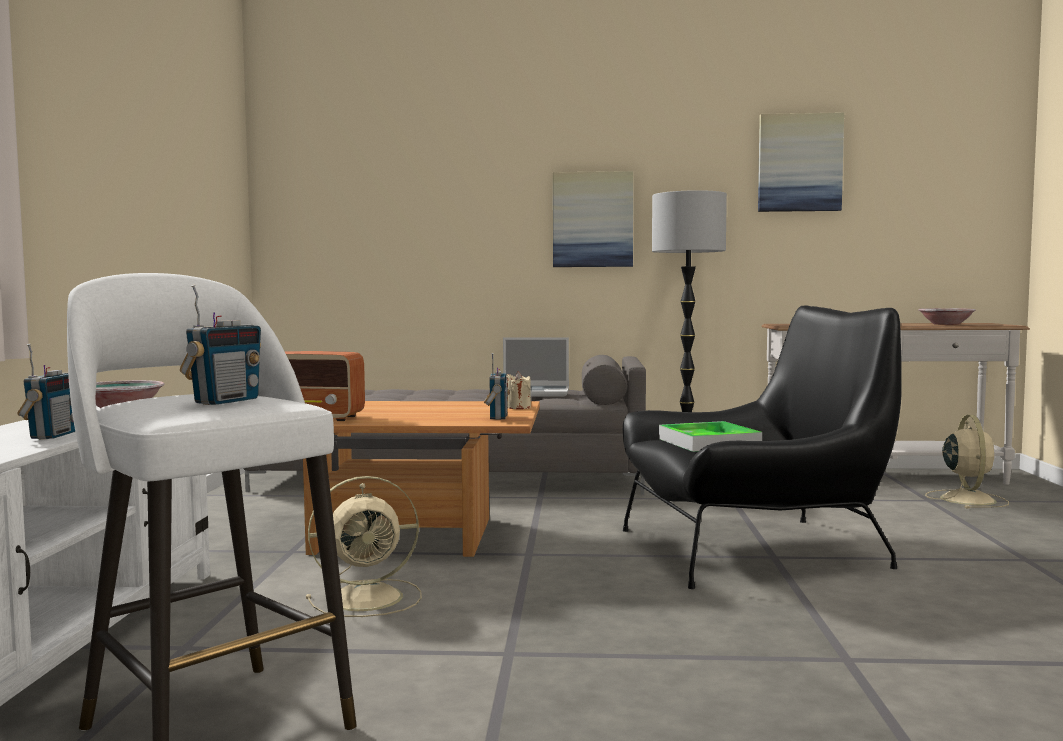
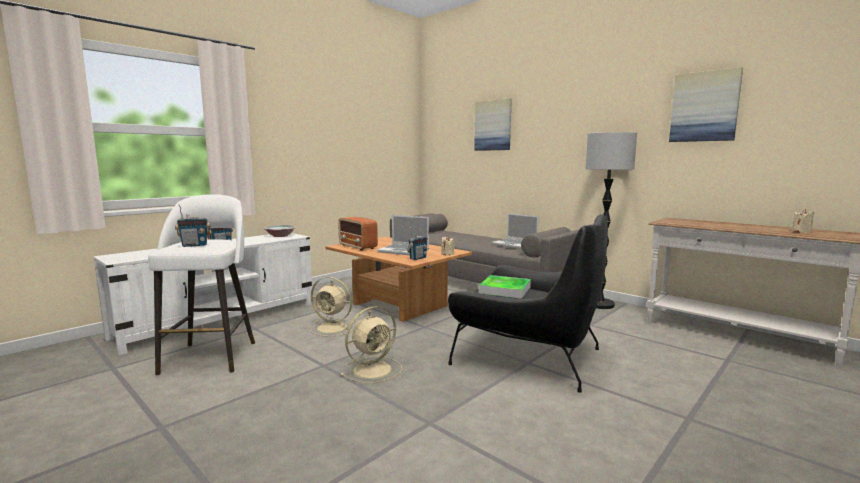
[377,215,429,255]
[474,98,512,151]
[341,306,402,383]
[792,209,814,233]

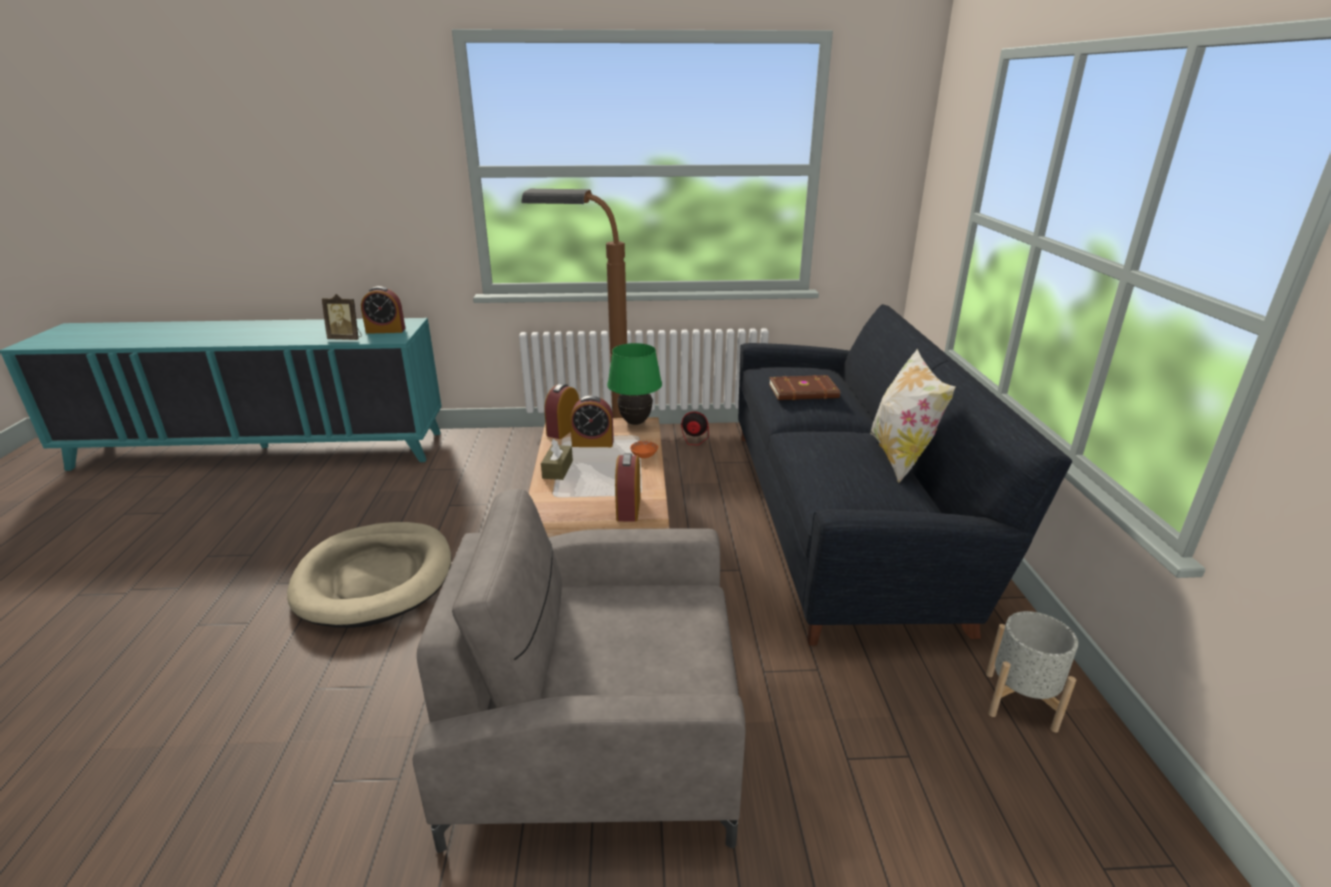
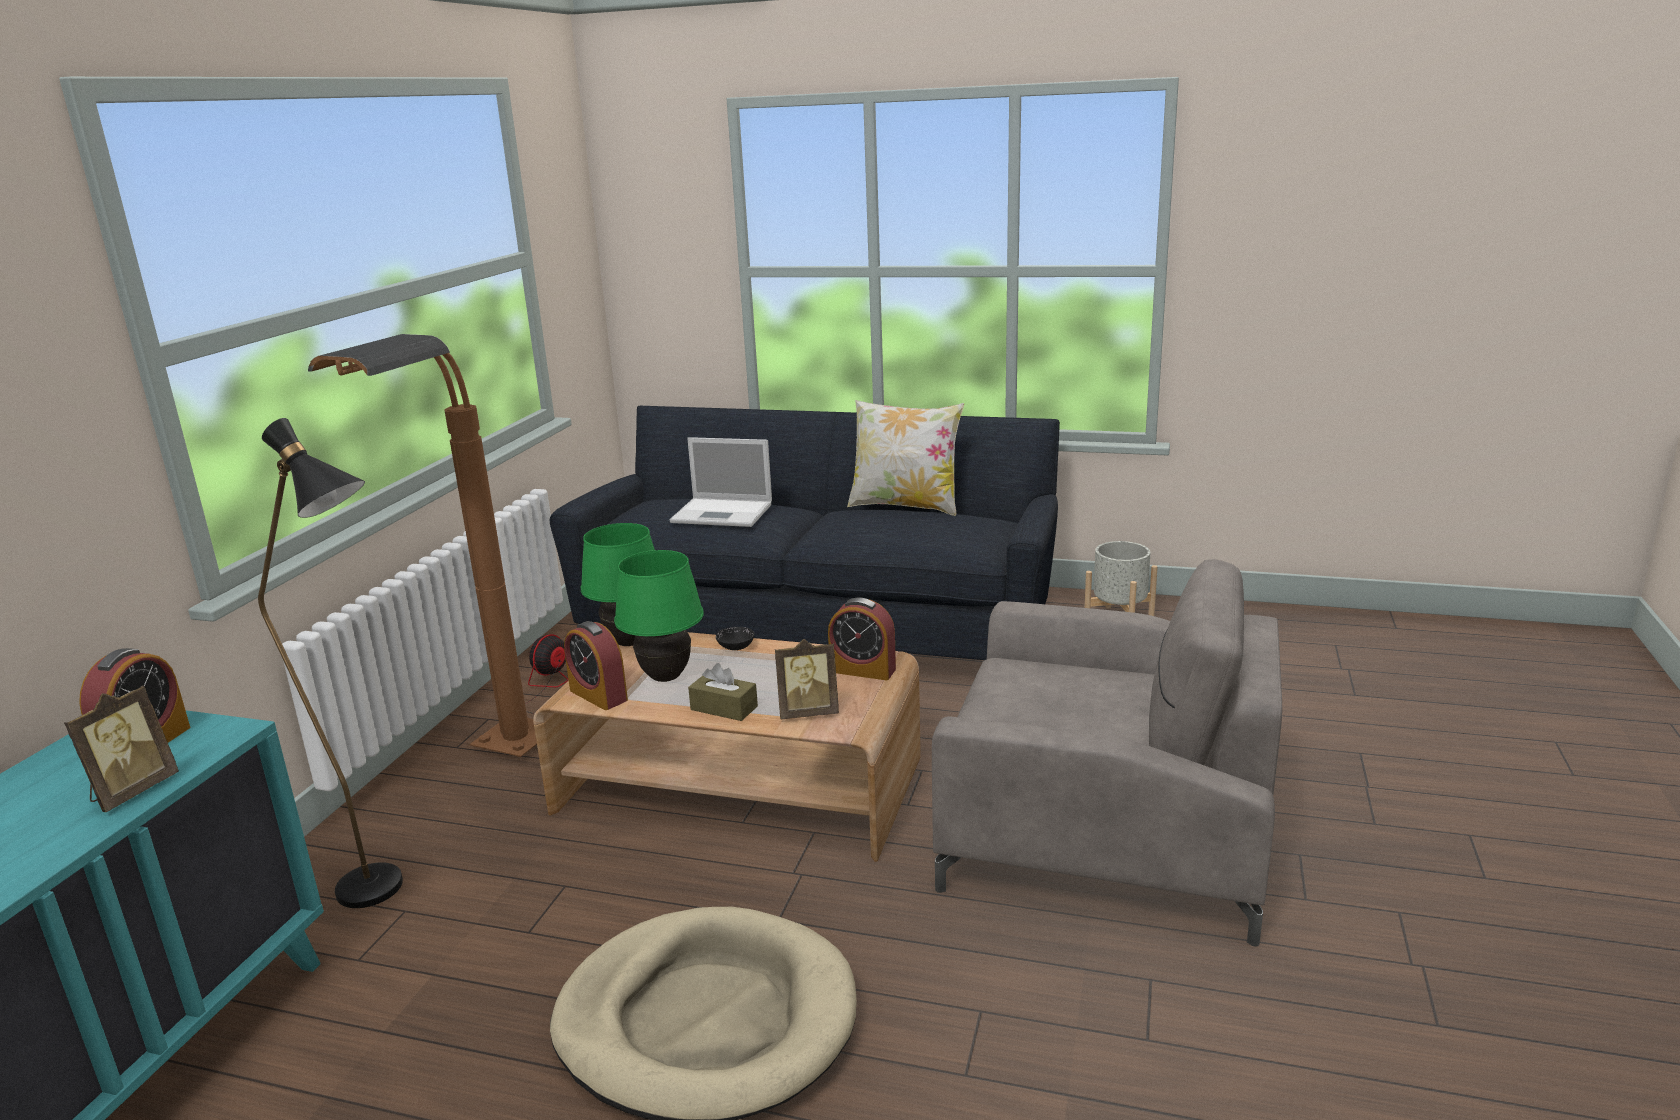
[258,418,403,908]
[775,639,839,719]
[614,550,704,682]
[670,437,772,527]
[716,627,754,650]
[932,559,1282,947]

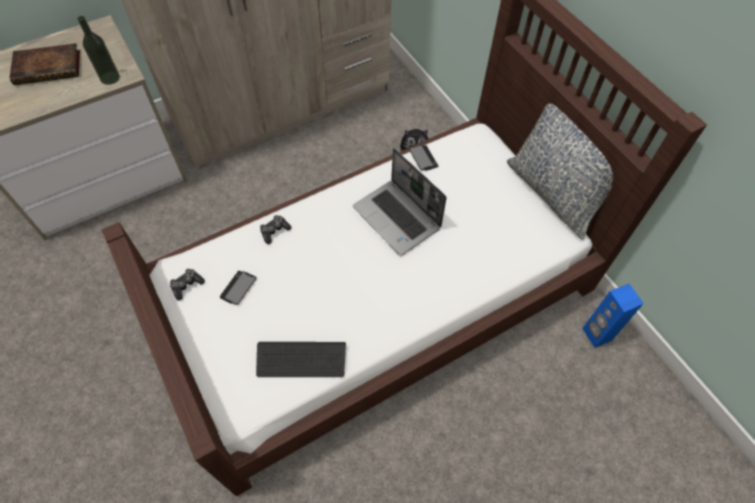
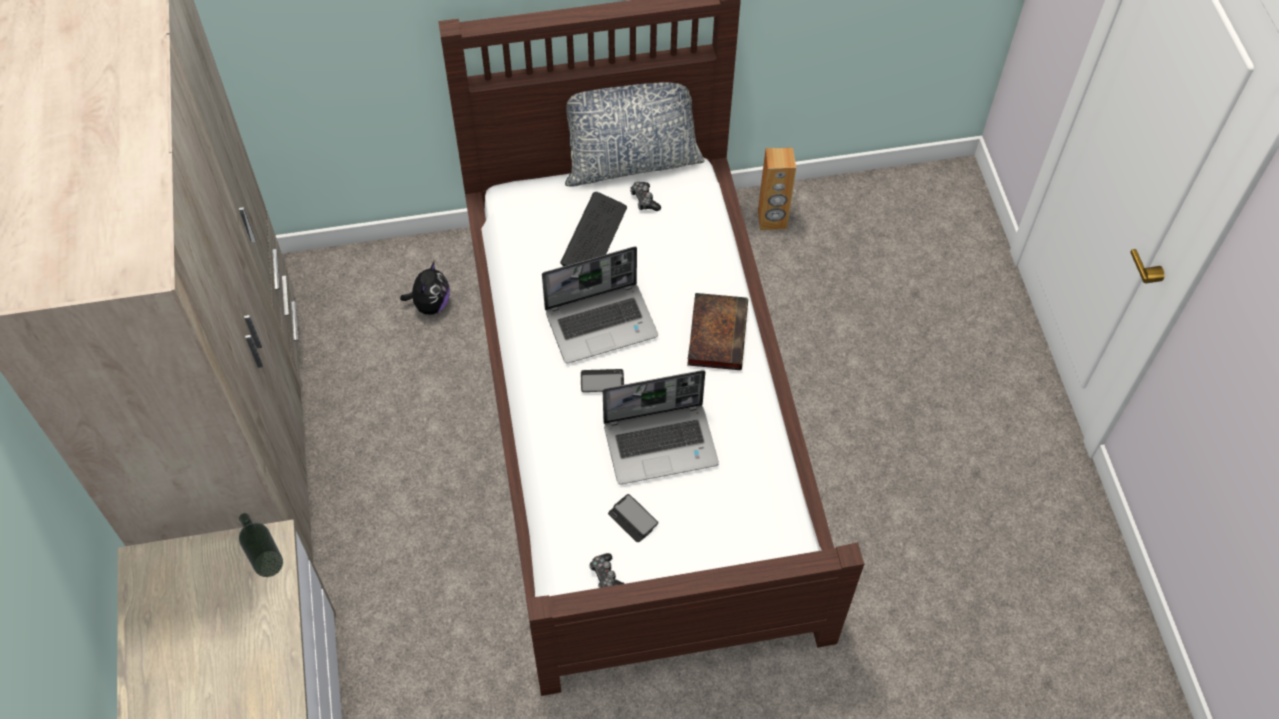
[603,370,719,484]
[687,293,748,370]
[560,192,627,266]
[630,182,661,211]
[581,369,624,392]
[758,147,796,230]

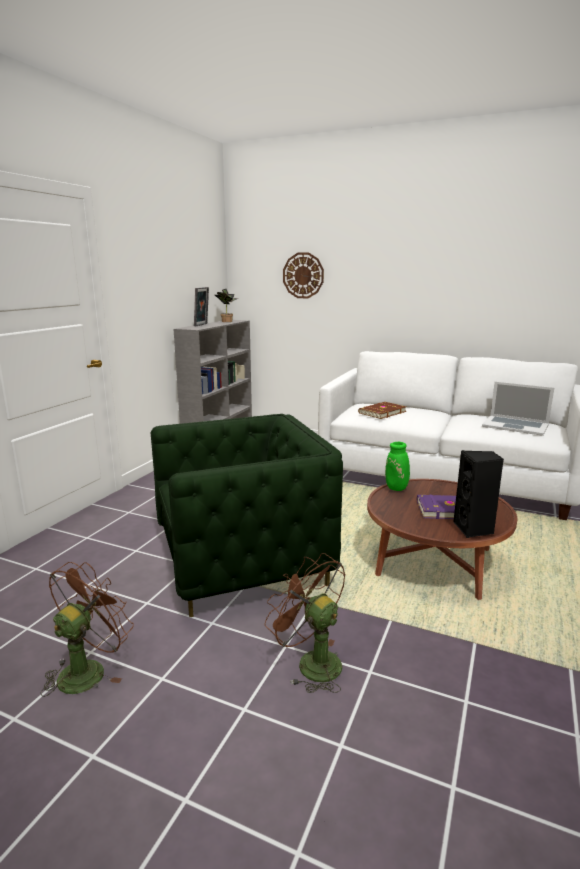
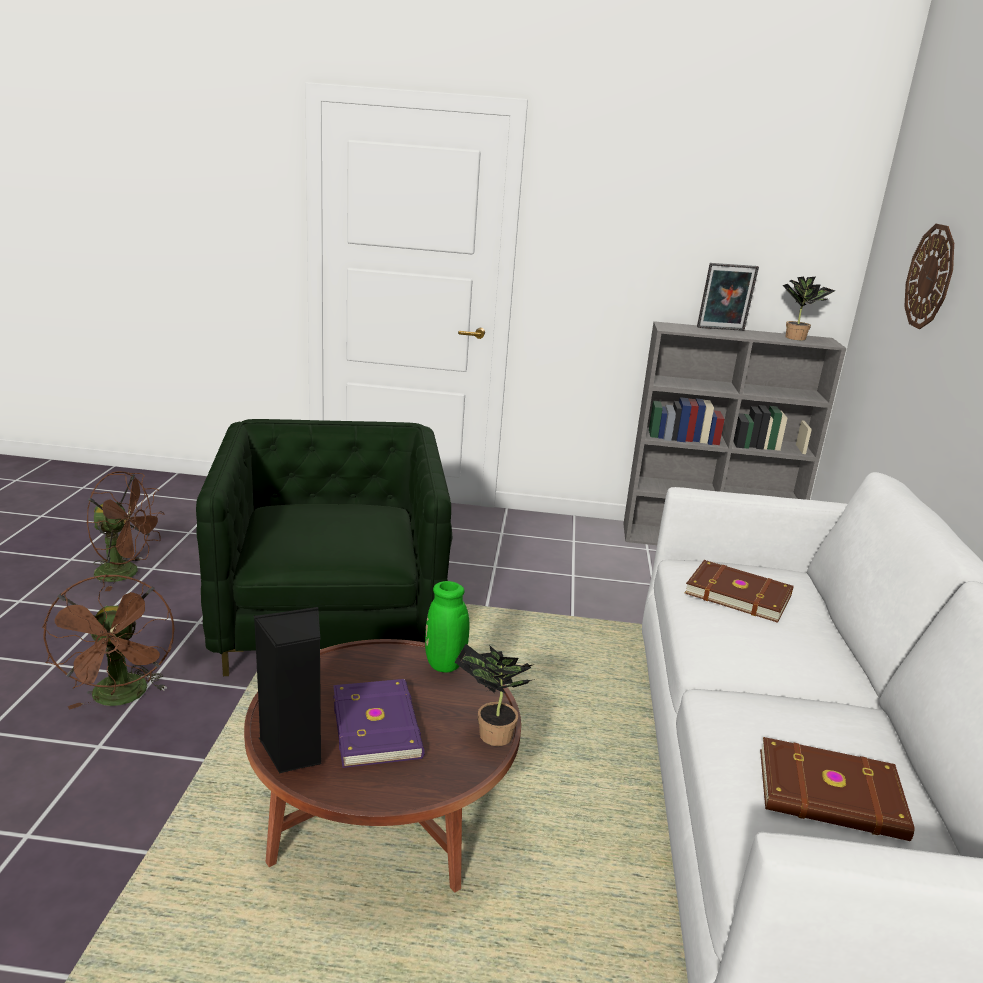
[455,644,535,746]
[760,737,915,841]
[196,419,453,676]
[42,574,175,710]

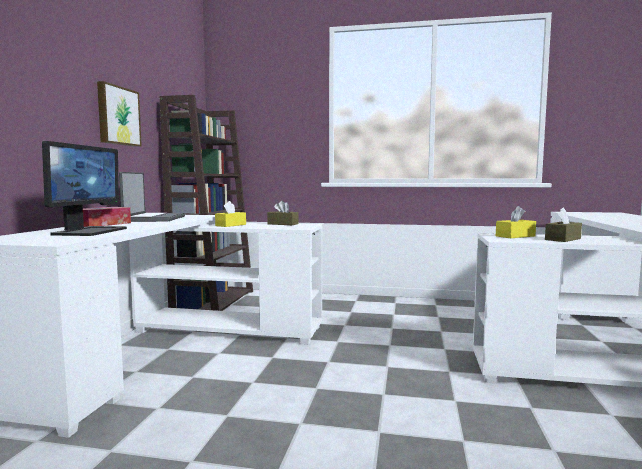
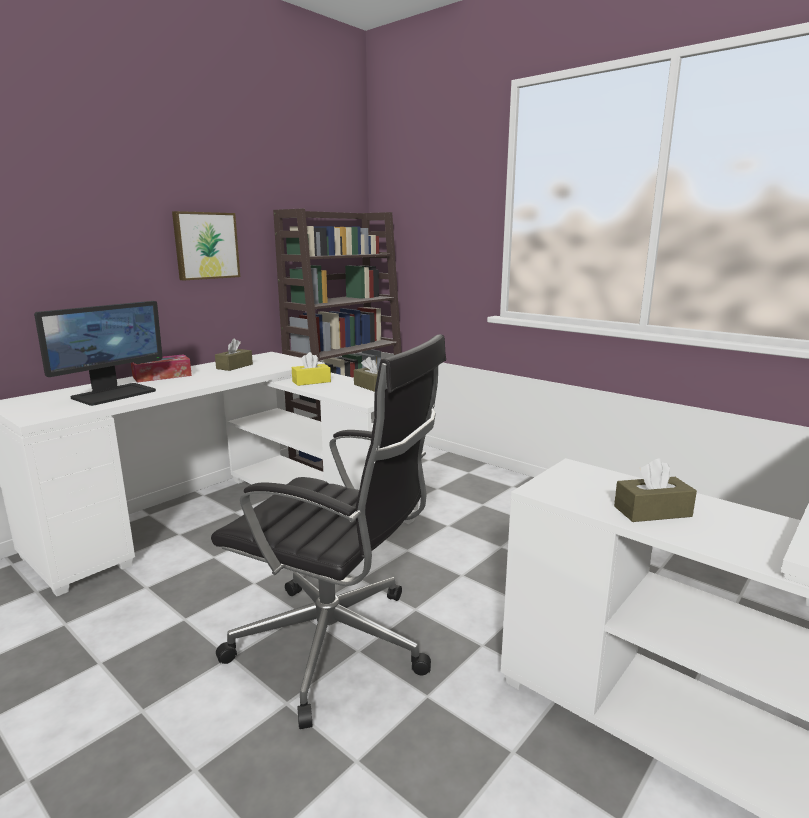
[496,206,536,238] (first image)
[211,334,446,729]
[215,338,253,371]

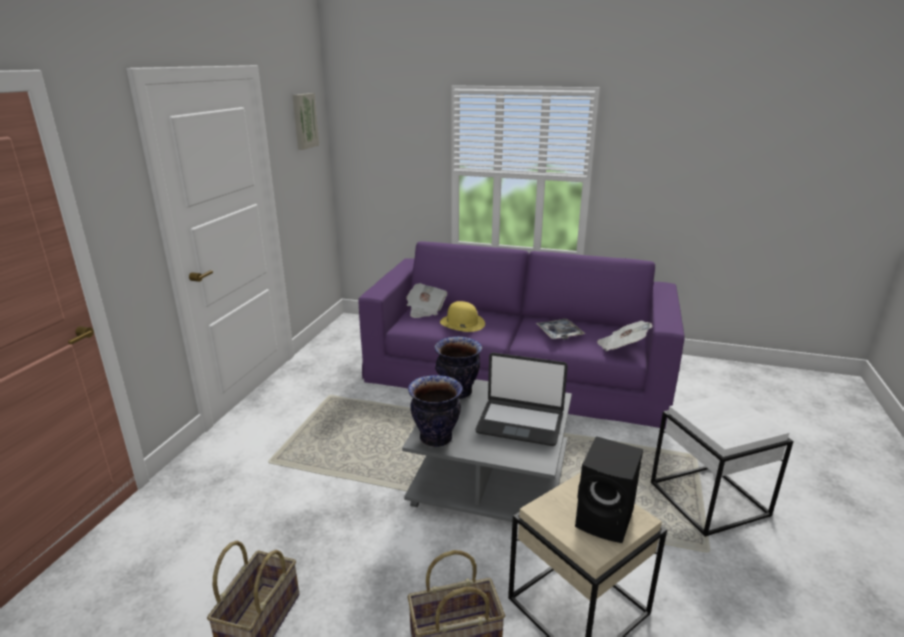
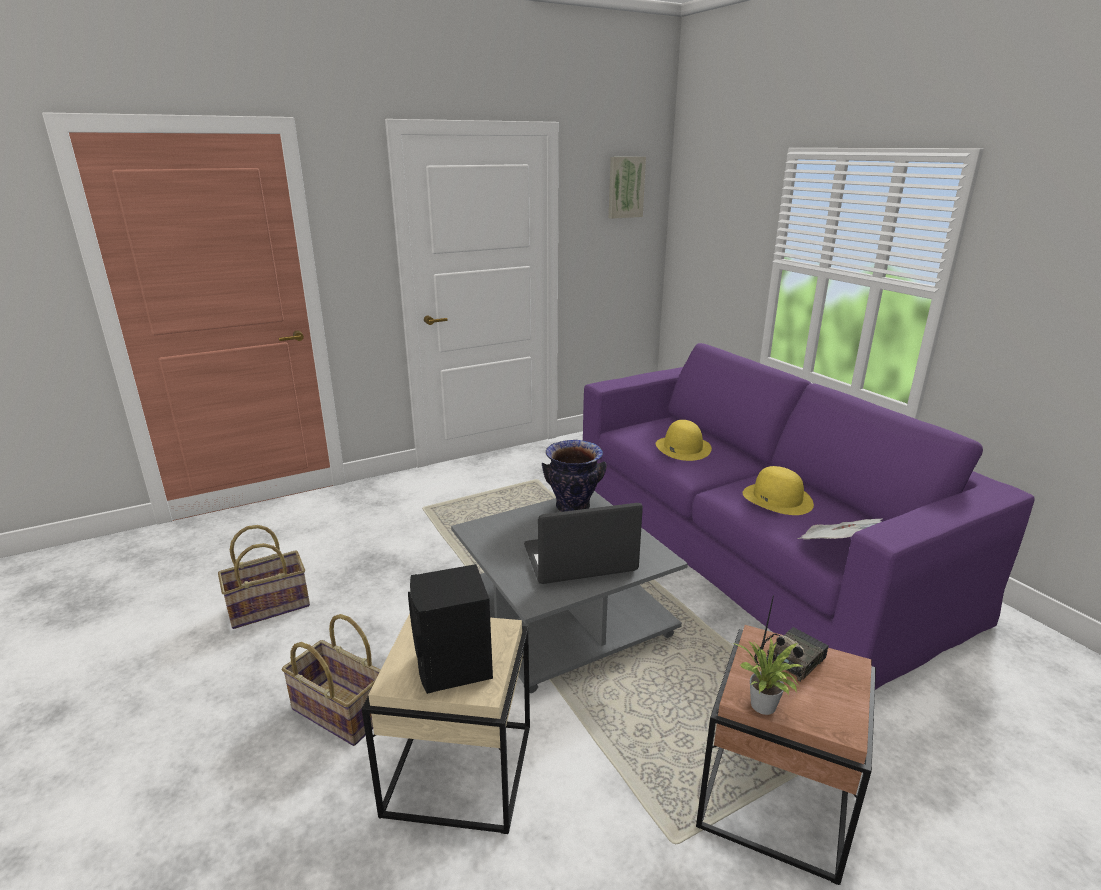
[406,283,447,318] (first image)
[408,375,463,447] (first image)
[732,638,804,715]
[754,595,829,682]
[743,466,814,515]
[696,625,876,885]
[524,503,643,584]

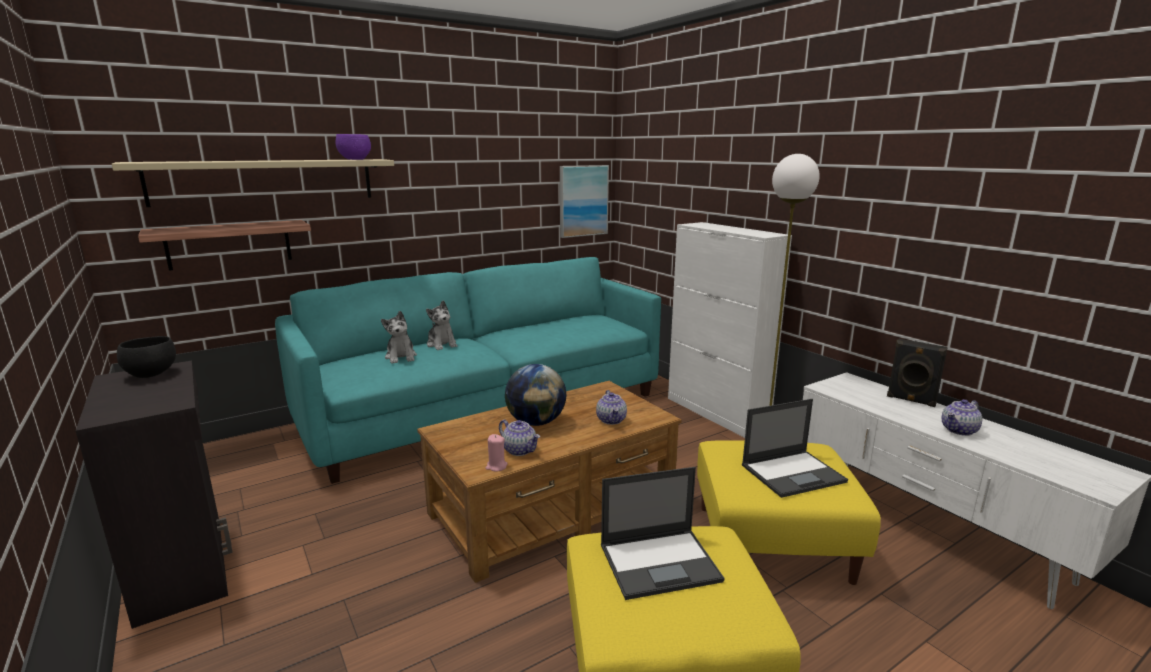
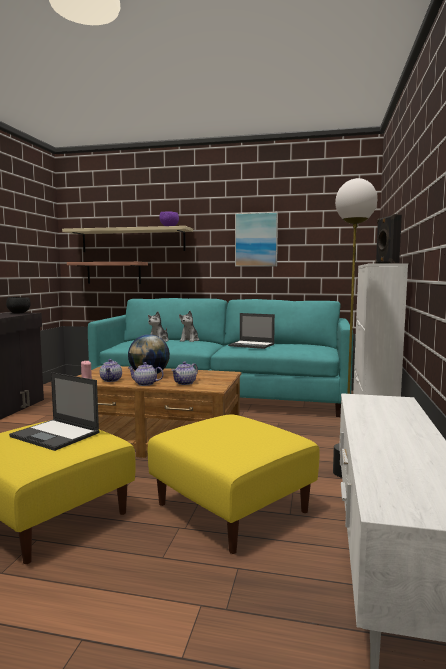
[235,212,278,267]
[228,313,275,349]
[375,214,402,264]
[127,362,164,386]

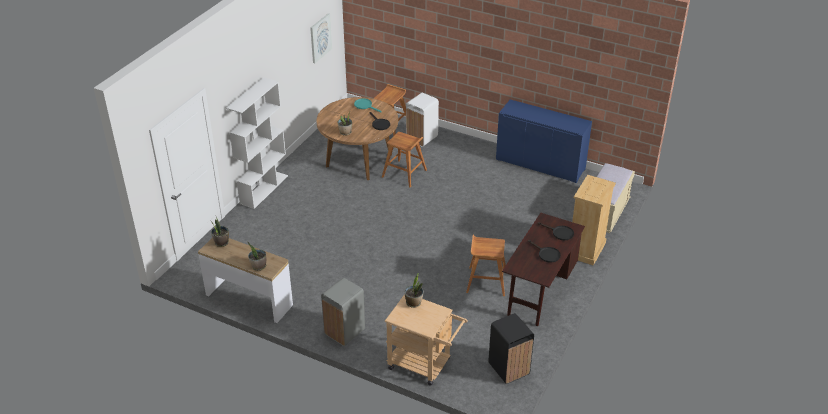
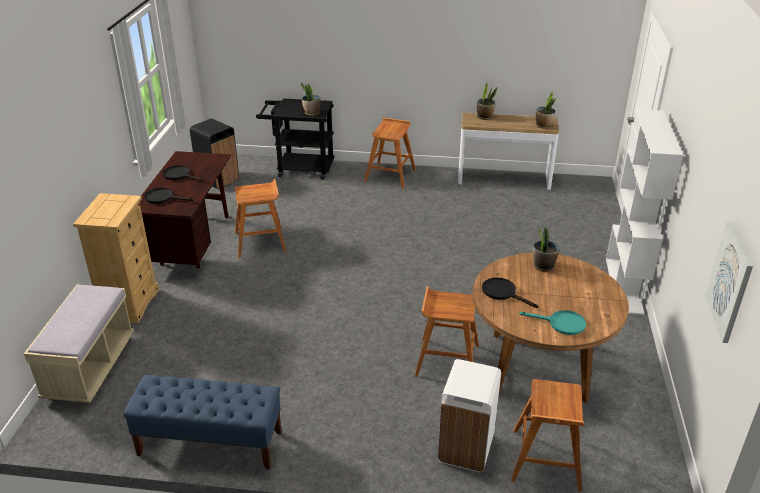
[364,118,416,189]
[123,375,282,470]
[256,98,335,180]

